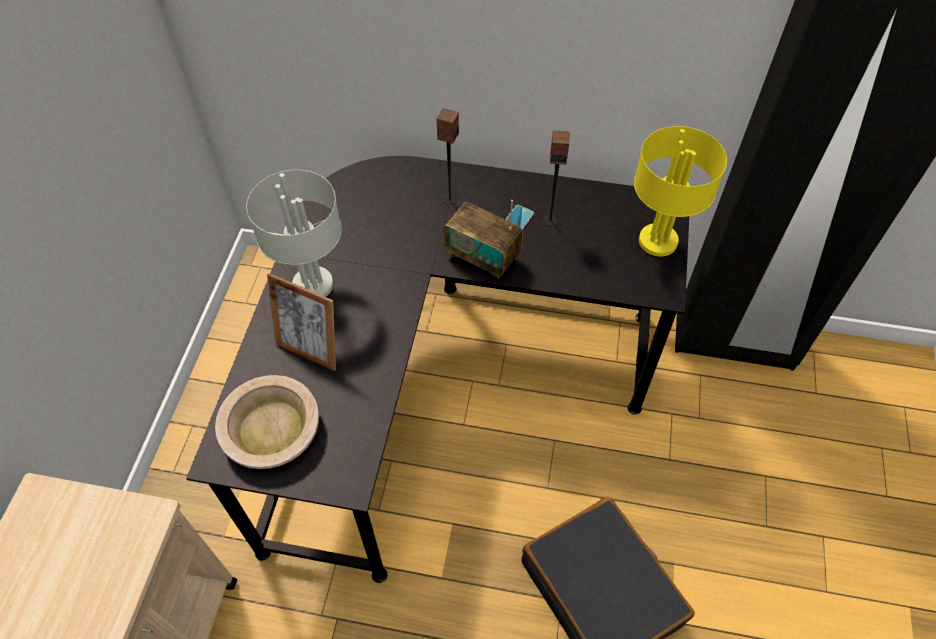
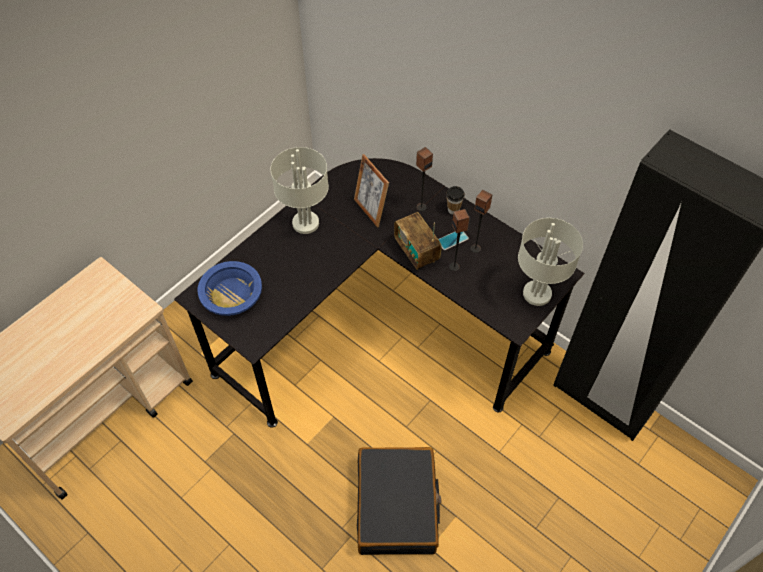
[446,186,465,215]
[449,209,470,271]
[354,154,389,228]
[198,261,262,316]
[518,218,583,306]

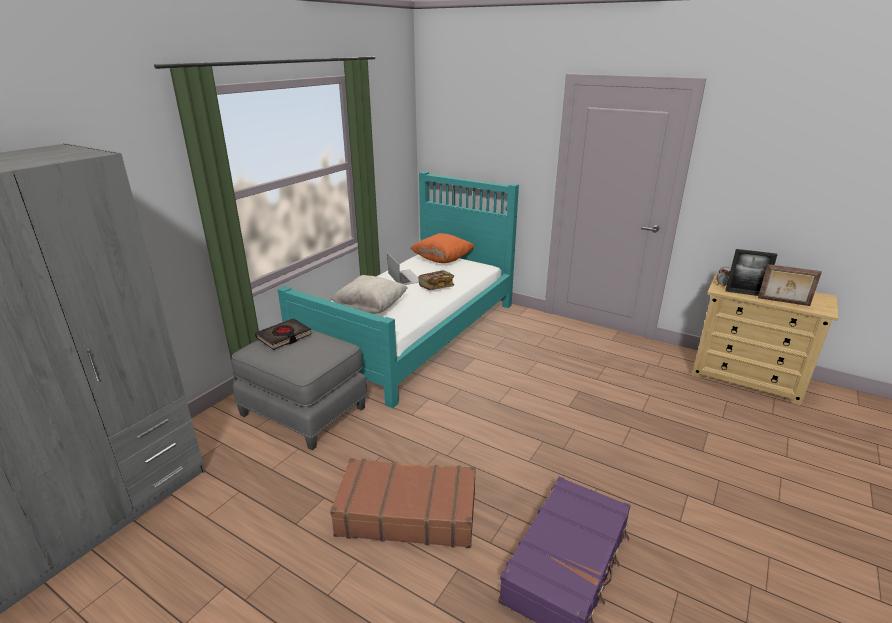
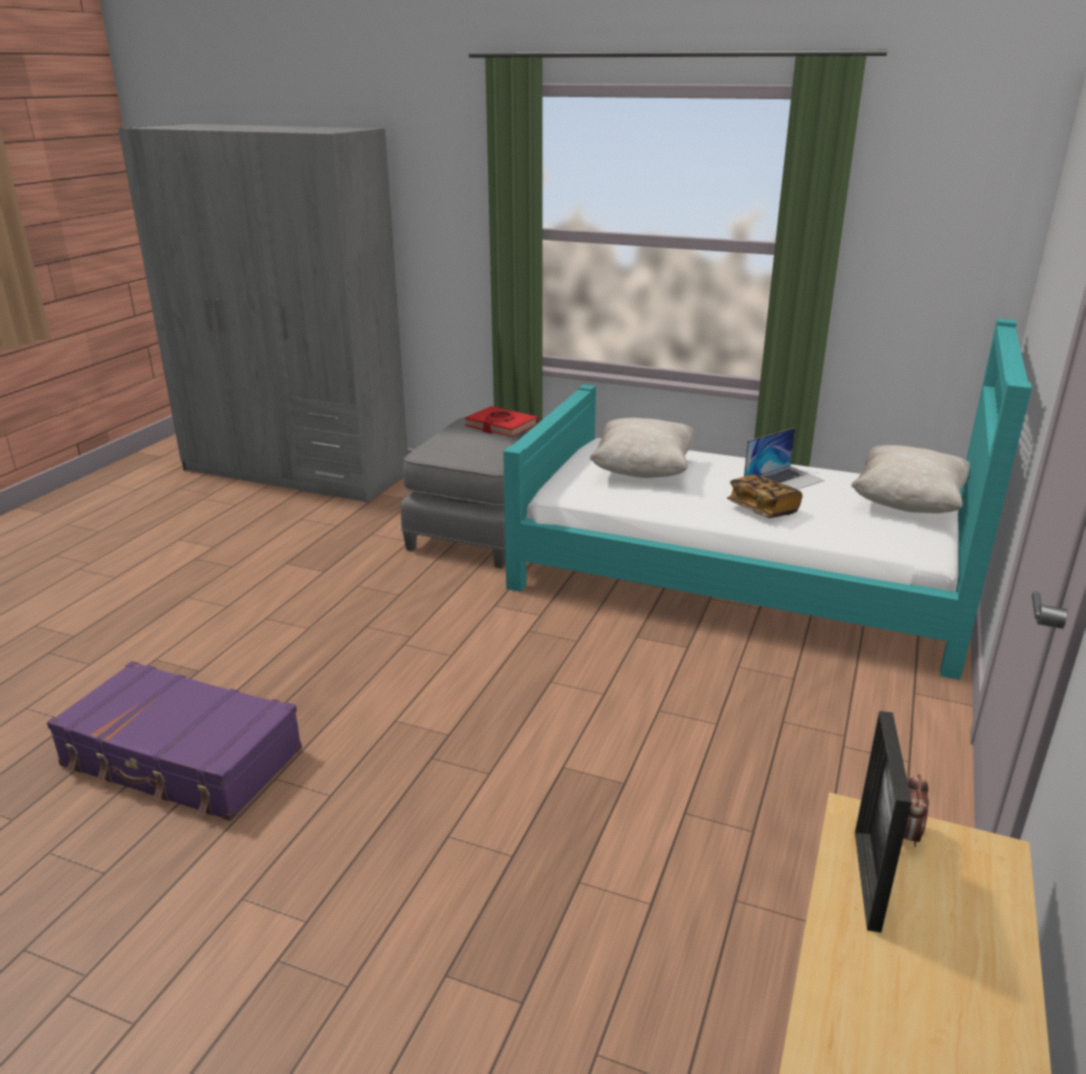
[330,458,476,548] (first image)
[758,264,822,306] (first image)
[465,406,538,437]
[851,445,970,513]

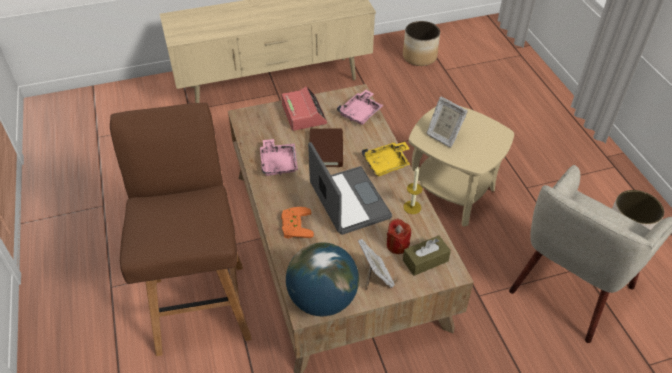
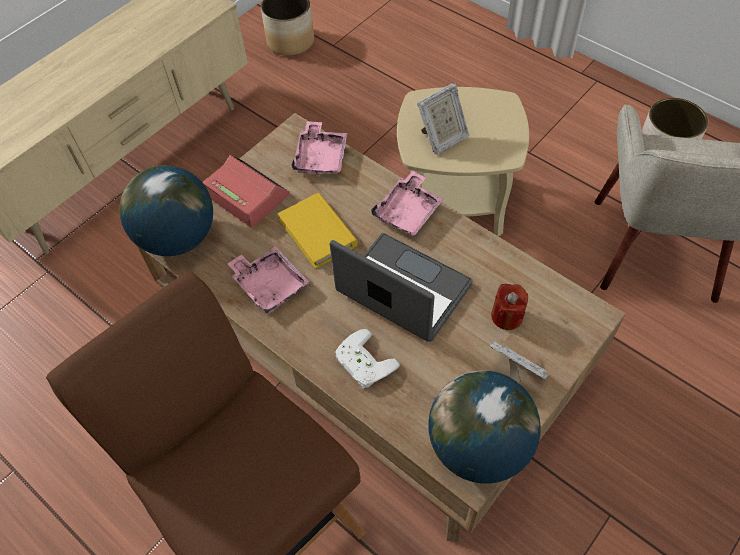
[403,166,423,214] (first image)
[403,235,451,276] (first image)
[119,165,213,256]
[335,329,400,389]
[277,193,358,269]
[371,171,444,236]
[417,83,469,154]

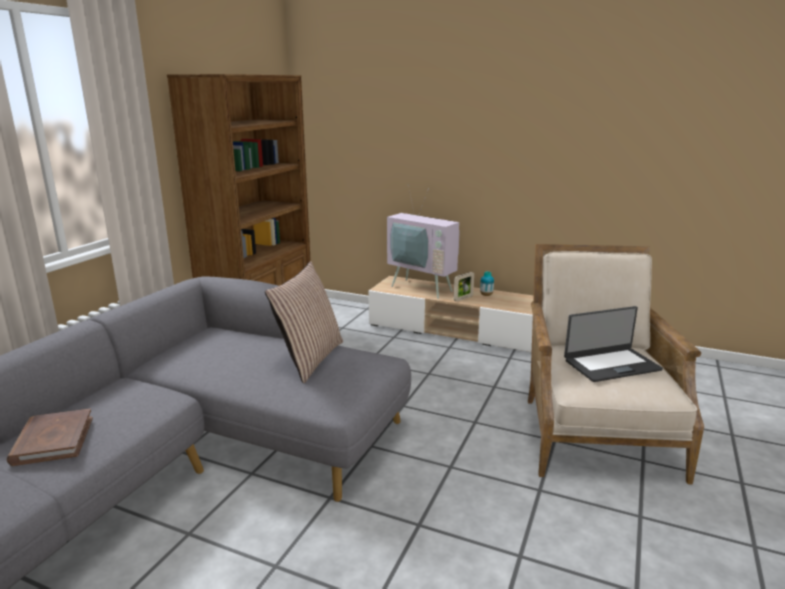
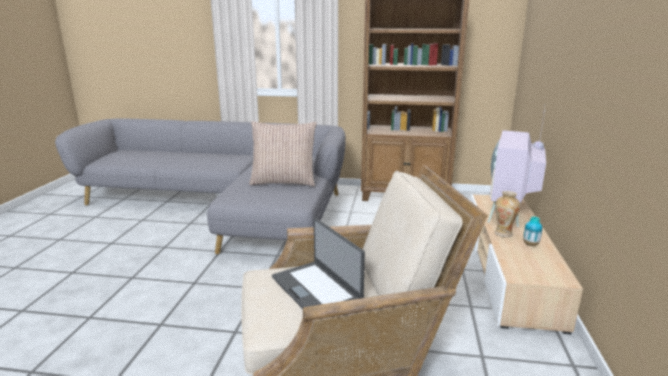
[6,409,93,466] (first image)
[495,191,520,237]

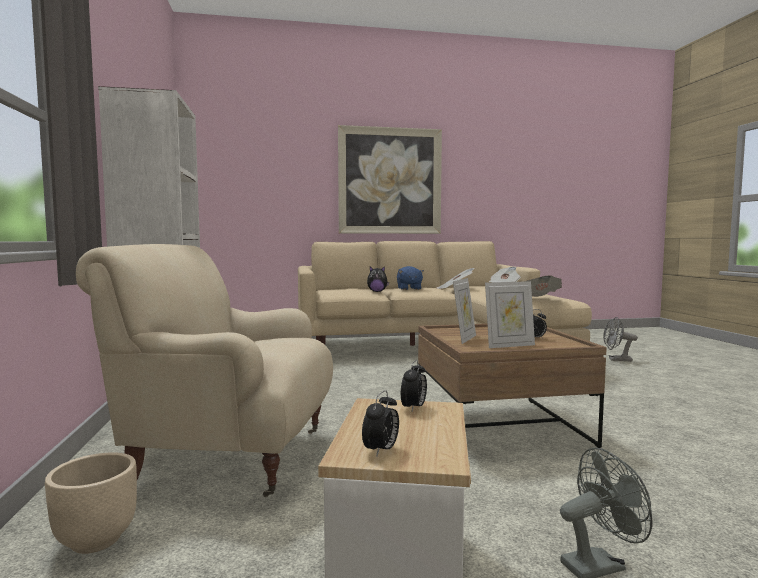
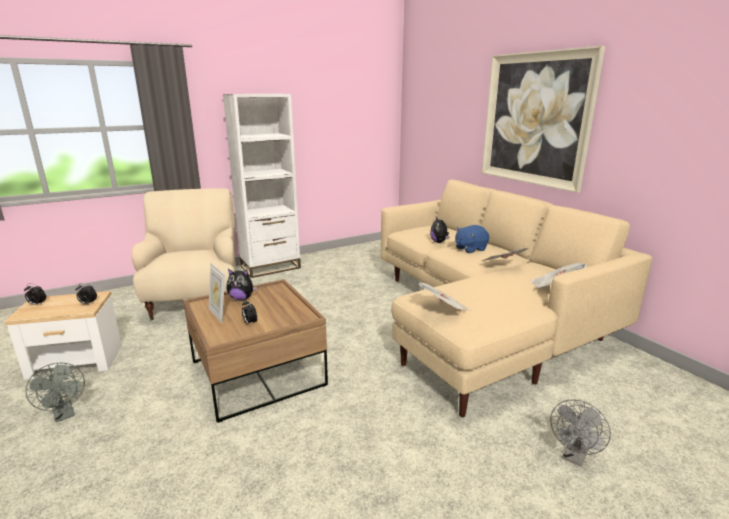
[45,452,137,554] (first image)
[227,269,257,300]
[550,399,611,467]

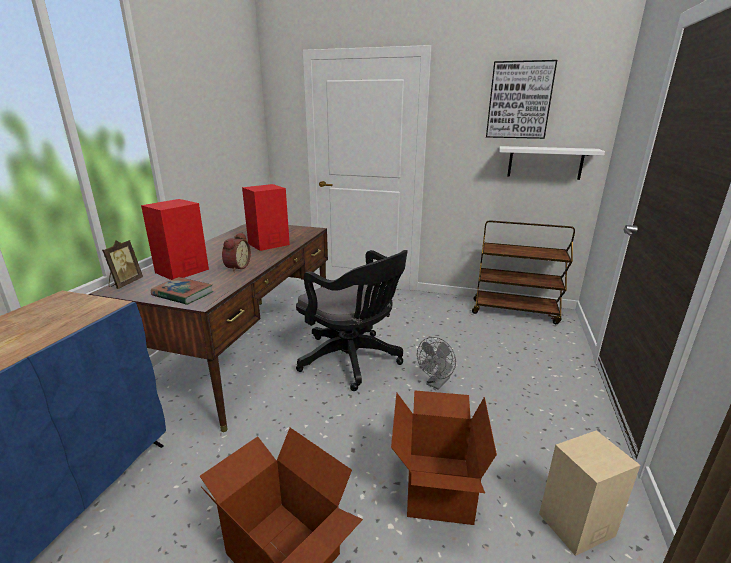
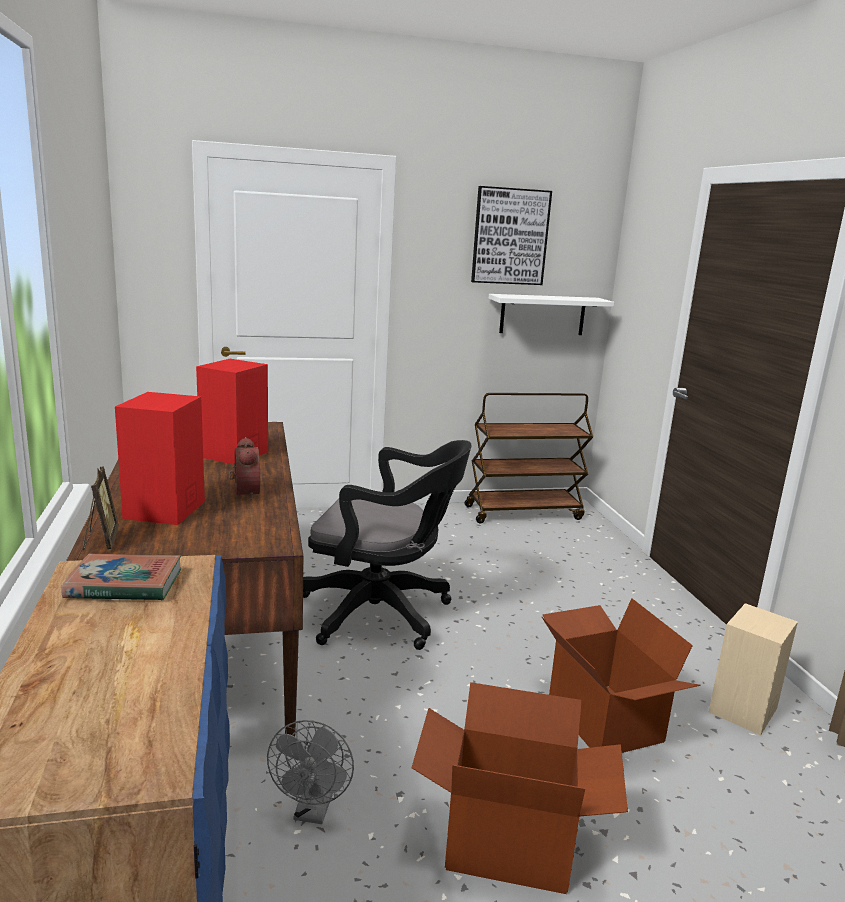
[61,554,181,601]
[267,720,354,824]

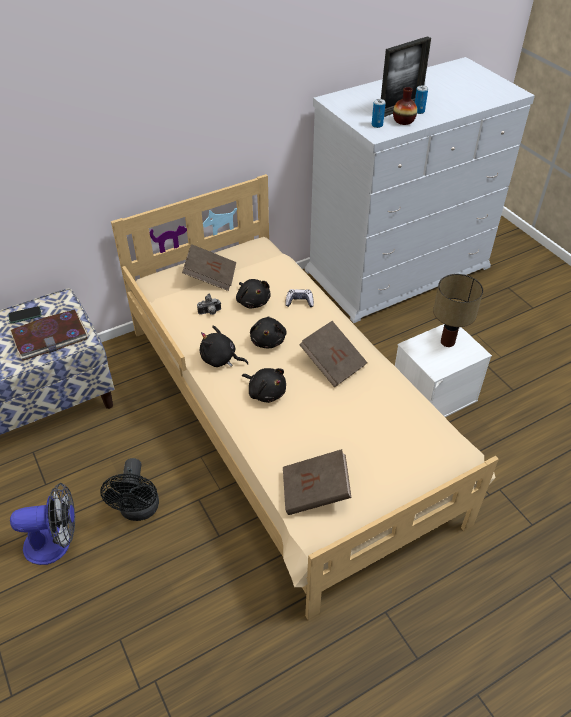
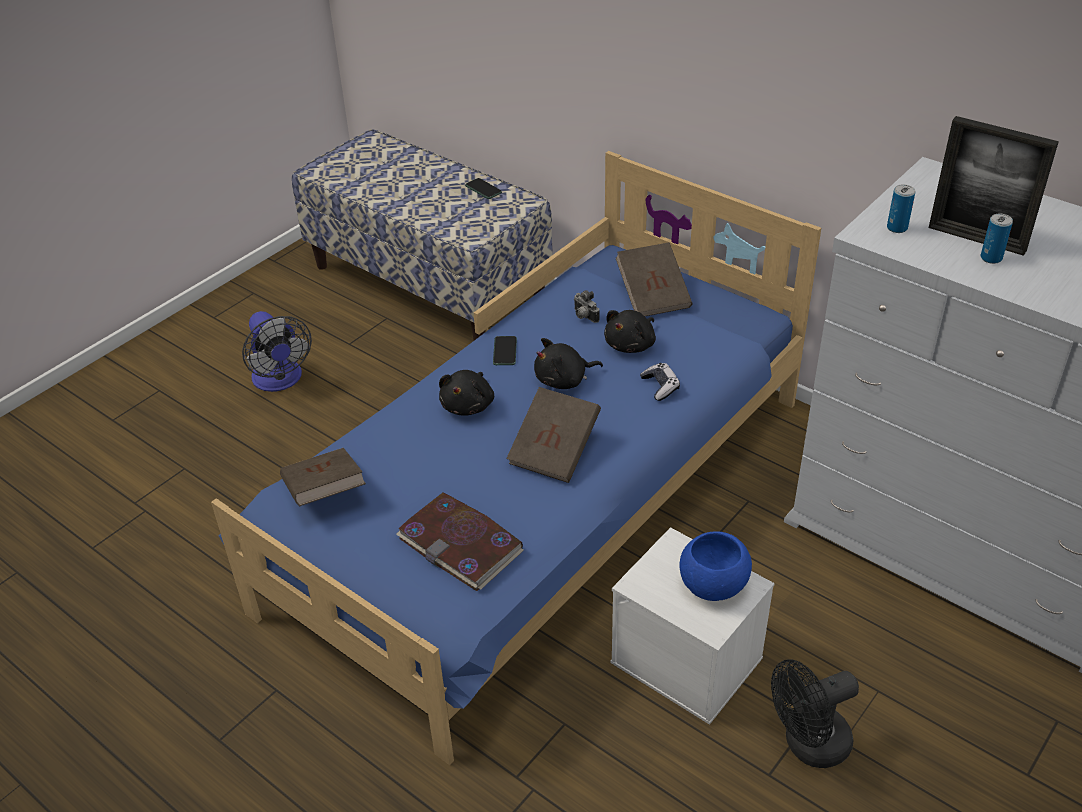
[393,87,417,125] (first image)
[396,492,524,591]
[771,659,859,768]
[493,336,517,365]
[679,531,752,601]
[211,151,821,765]

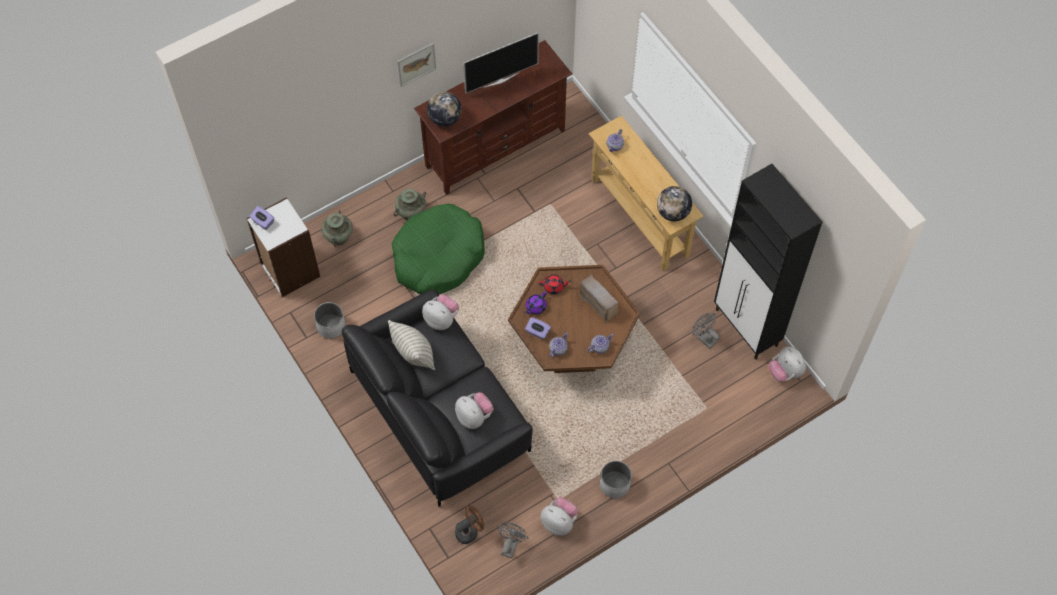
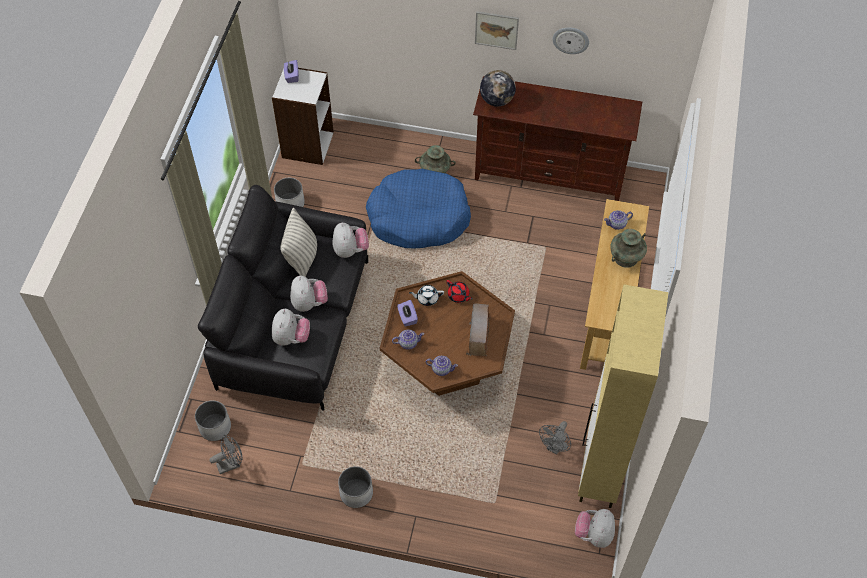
[463,32,539,94] (first image)
[657,186,692,221] (first image)
[553,27,589,54]
[611,229,647,268]
[290,276,328,312]
[195,400,231,441]
[366,168,471,248]
[409,285,444,306]
[578,284,669,508]
[539,421,571,454]

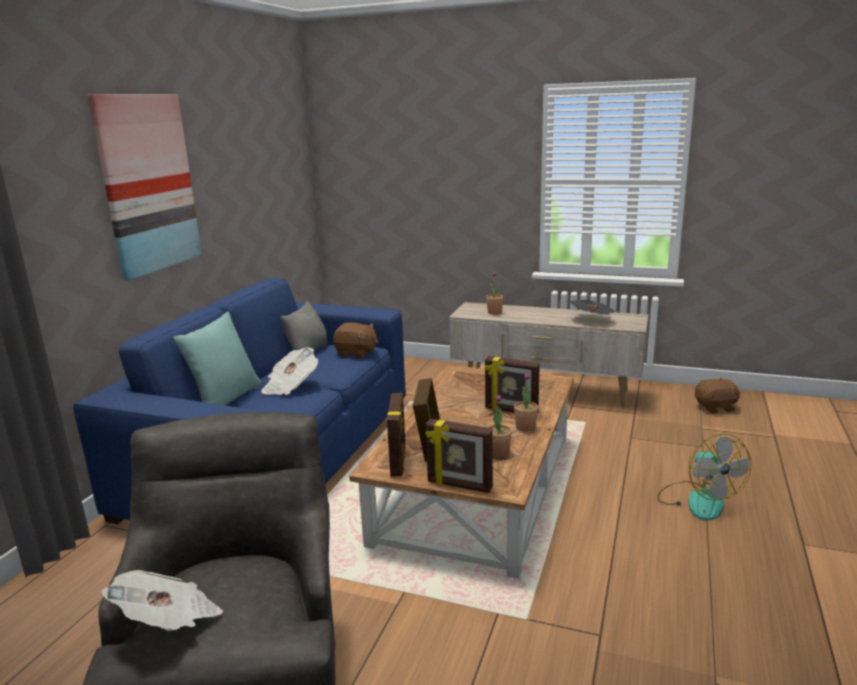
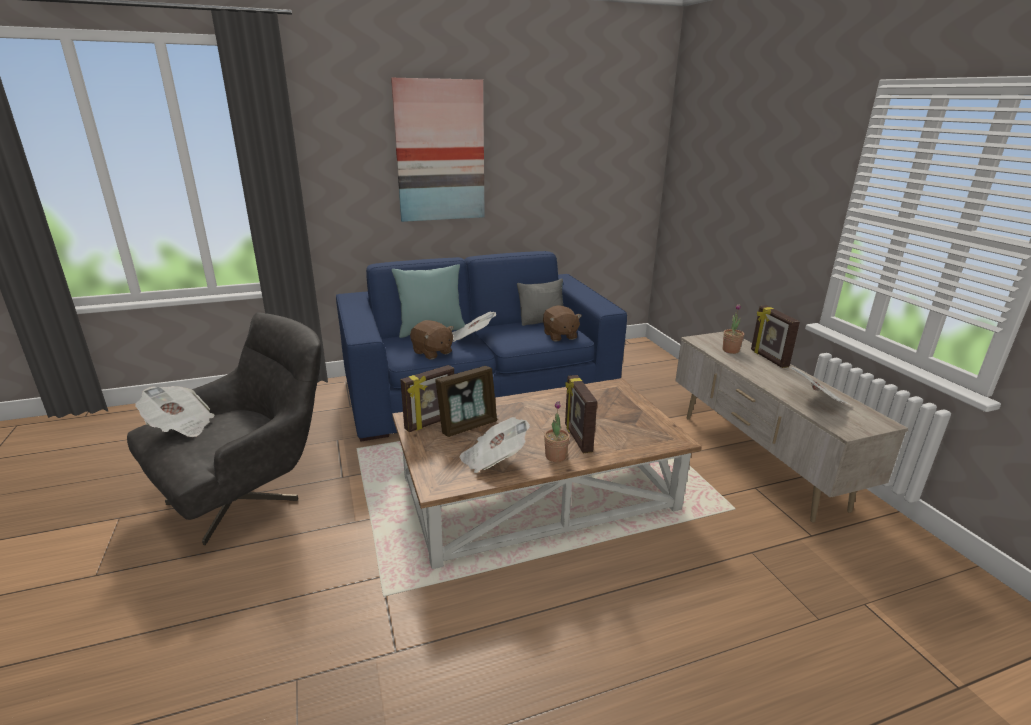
[657,433,751,521] (first image)
[751,305,800,368]
[410,320,454,360]
[459,417,530,473]

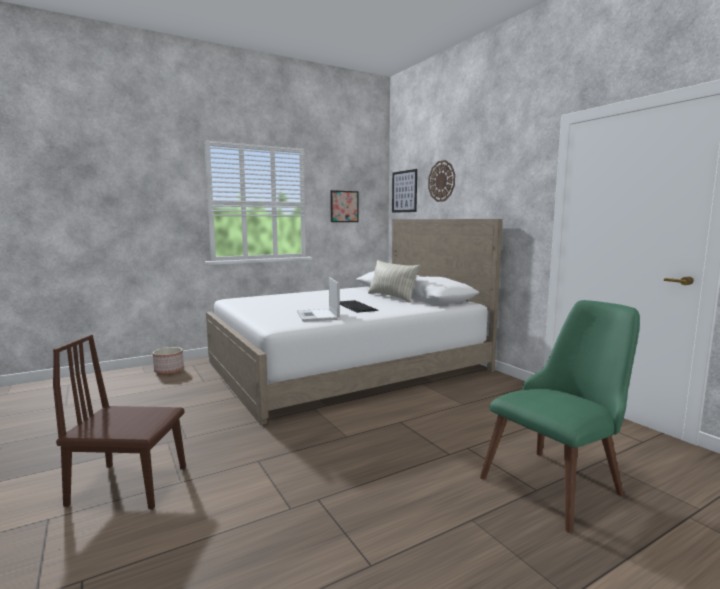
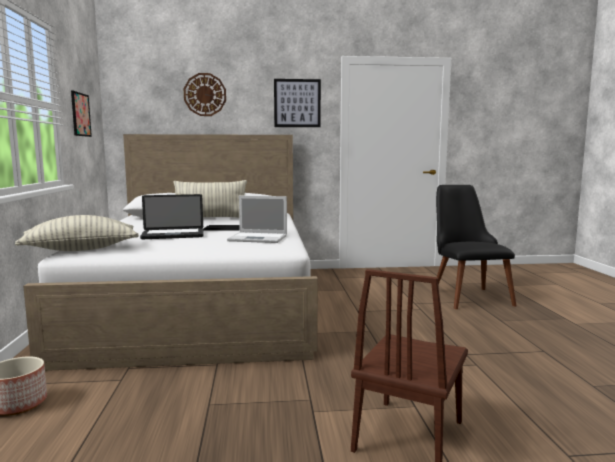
[15,215,139,251]
[140,194,204,239]
[274,79,321,127]
[436,185,516,309]

